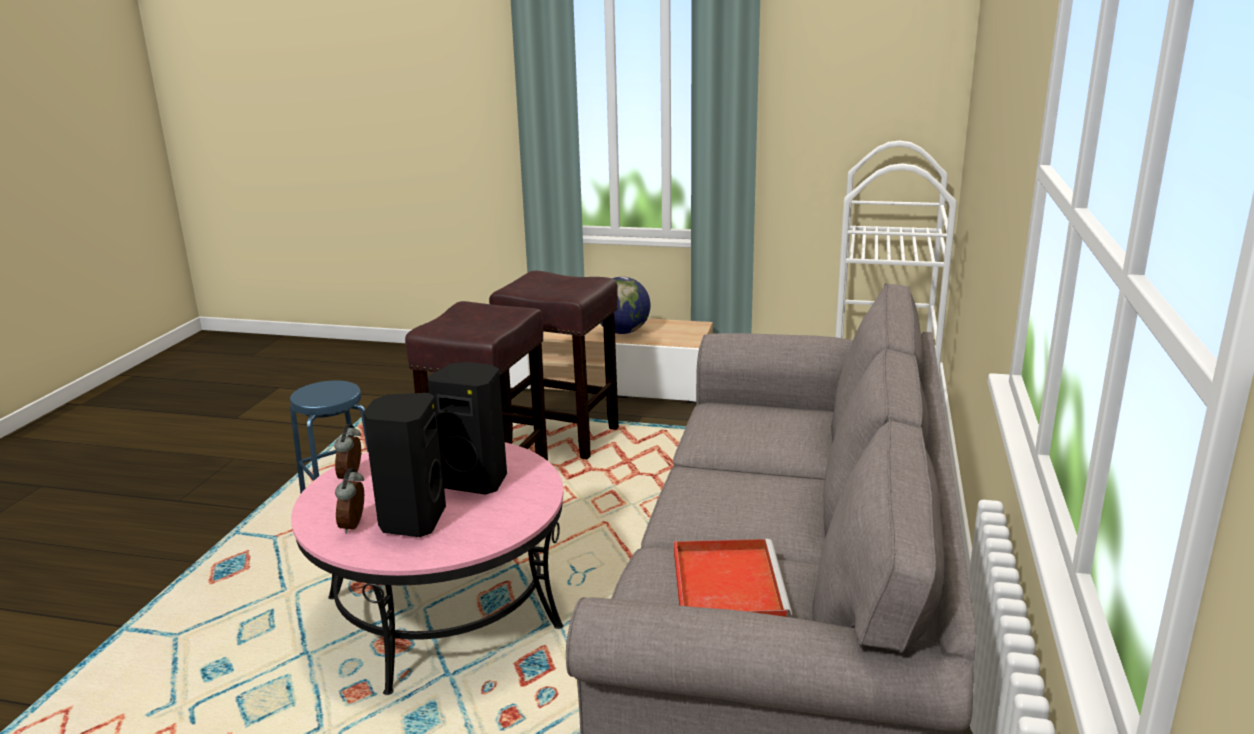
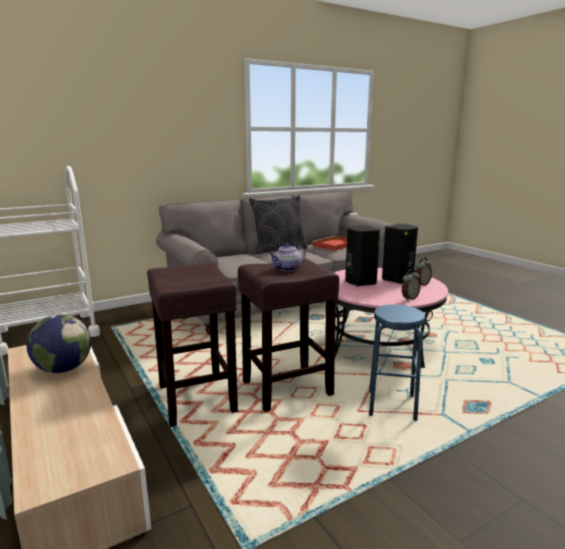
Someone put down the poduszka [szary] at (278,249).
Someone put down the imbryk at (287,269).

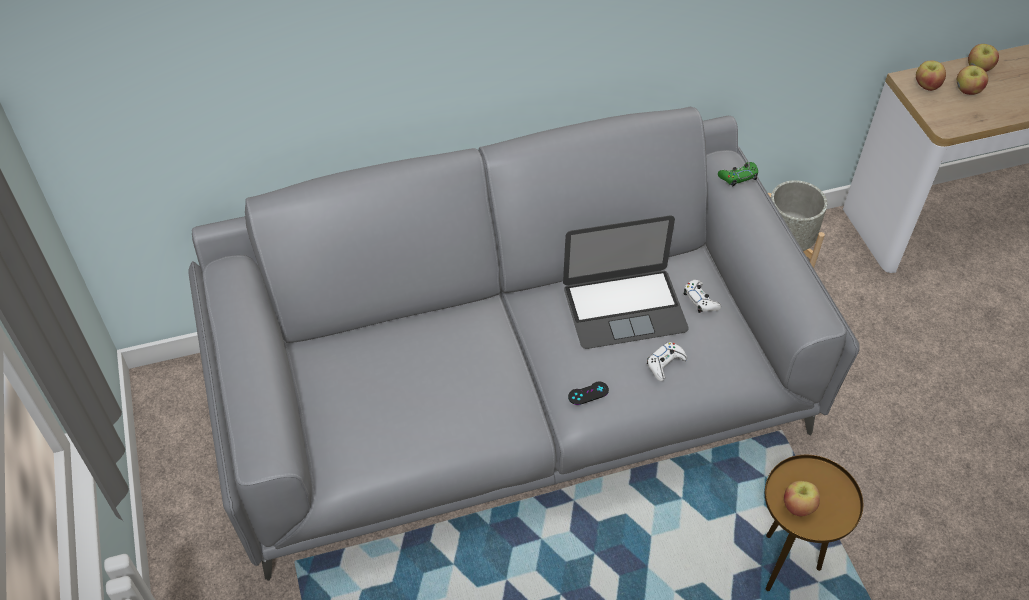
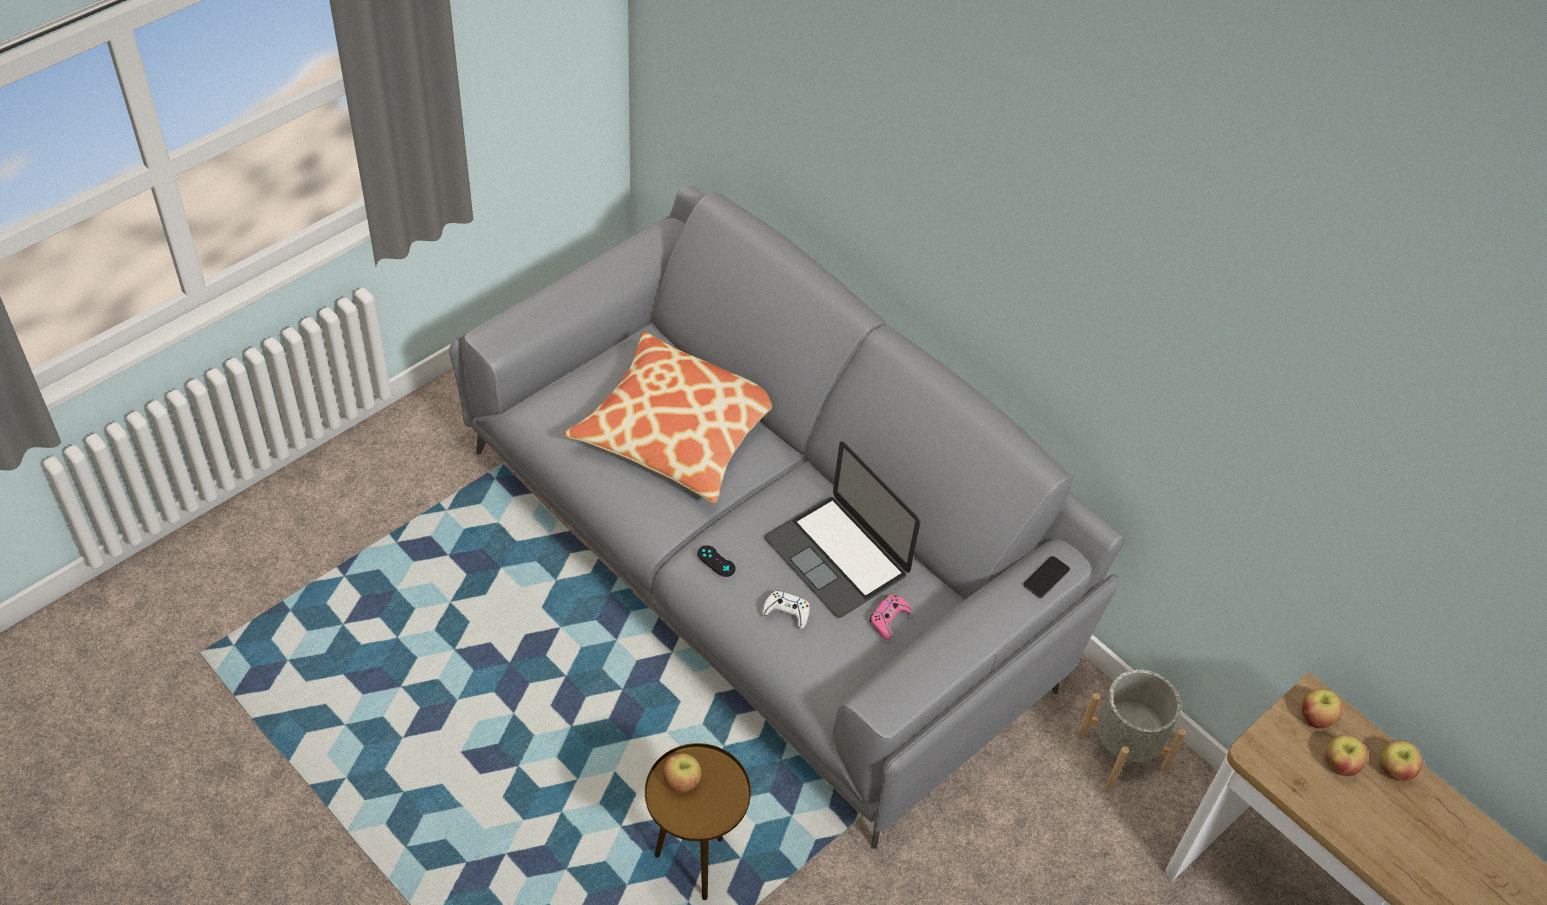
Someone repainted the pad do gier [biały] at (700,300), which became the pad do gier [różowy] at (889,619).
Someone swapped the pad do gier [zielony] at (738,177) for the telefon at (1046,578).
Someone put down the poduszka at (677,430).

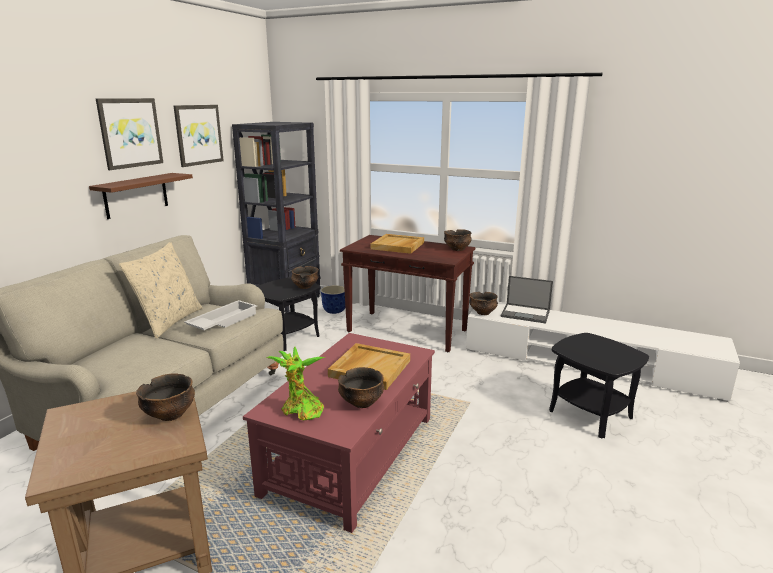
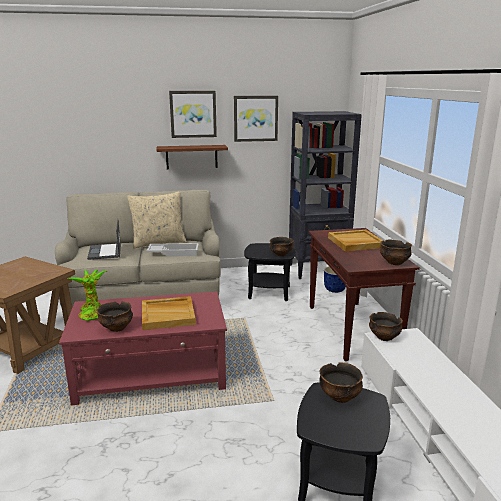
Someone carried the miska from (170,415) to (340,396).
Someone carried the laptop from (526,313) to (105,252).

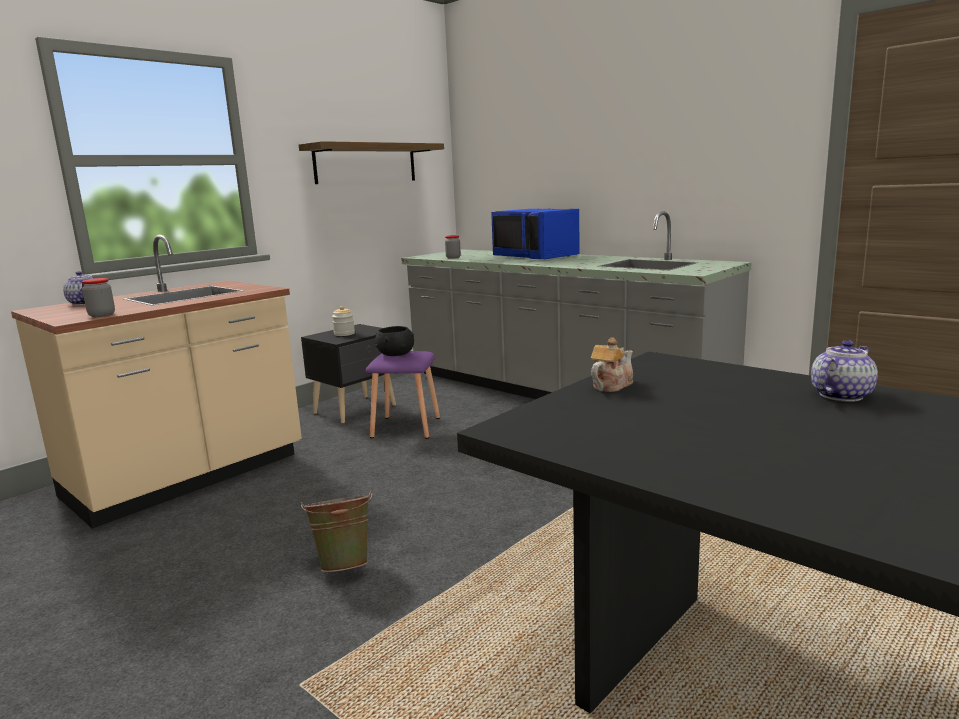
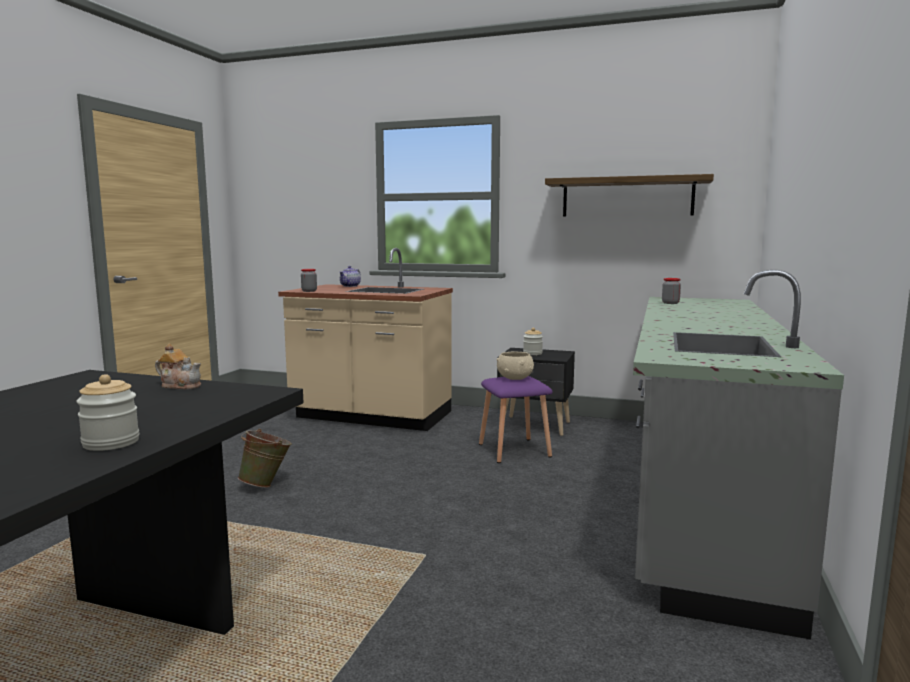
Someone repainted the miska [czarny] at (395,354), which became the miska [beżowy] at (515,378).
Someone took away the mikrofalówka [niebieski] at (536,256).
Someone swapped the imbryk at (840,395) for the słoik at (111,443).

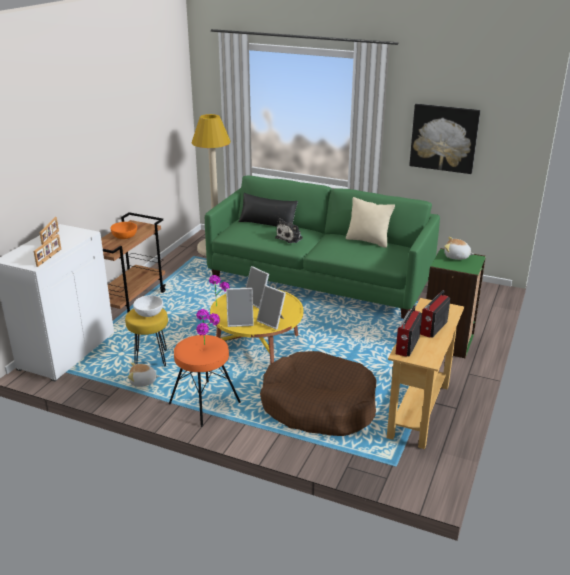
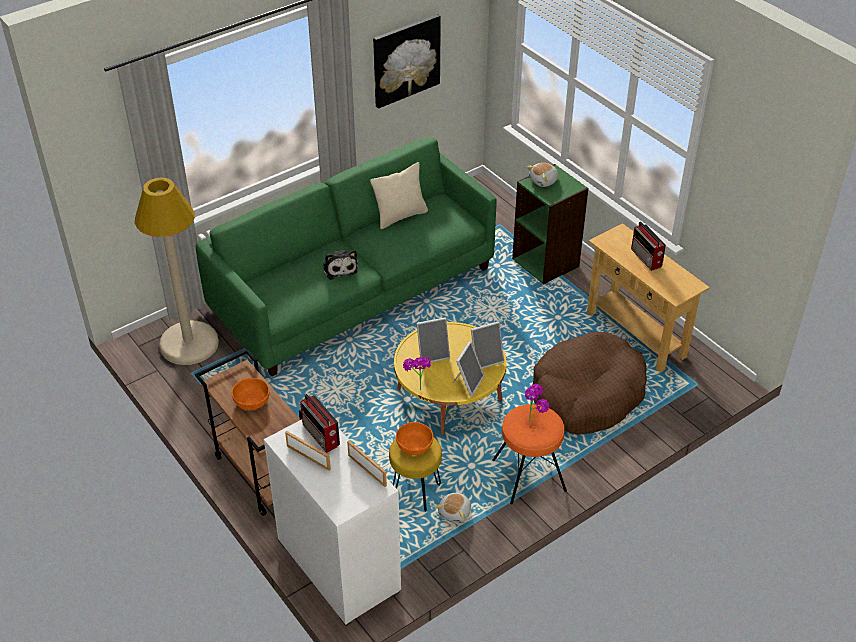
Someone repainted the miska [biały] at (149,312), which became the miska [pomarańczowy] at (414,445).
Someone took away the poduszka [czarny] at (267,223).
Someone carried the radio from (406,346) to (321,436).

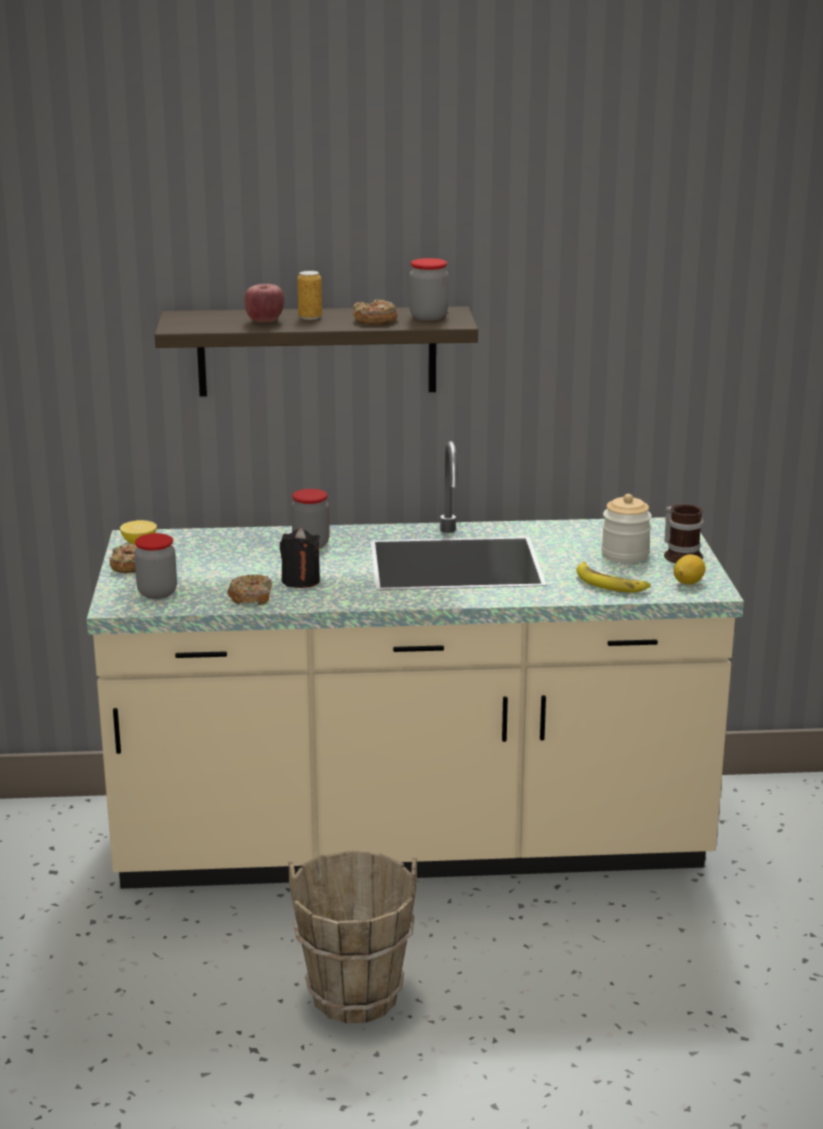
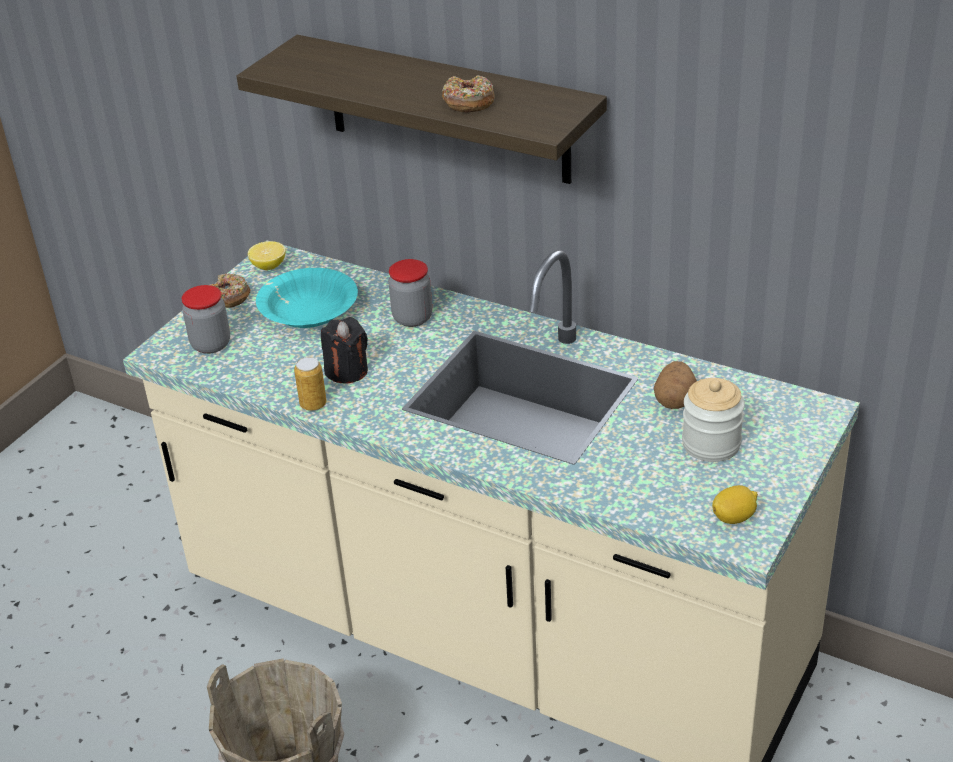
Someone took away the donut at (251,597).
Someone took away the jabłko at (265,321).
Someone carried the puszka from (310,317) to (313,404).
Someone took away the słoik at (428,317).
Someone took away the banan at (610,583).
Someone took away the kubek at (682,555).
Someone put down the miska [turkusowy] at (309,311).
Someone put down the ziemniak at (675,400).

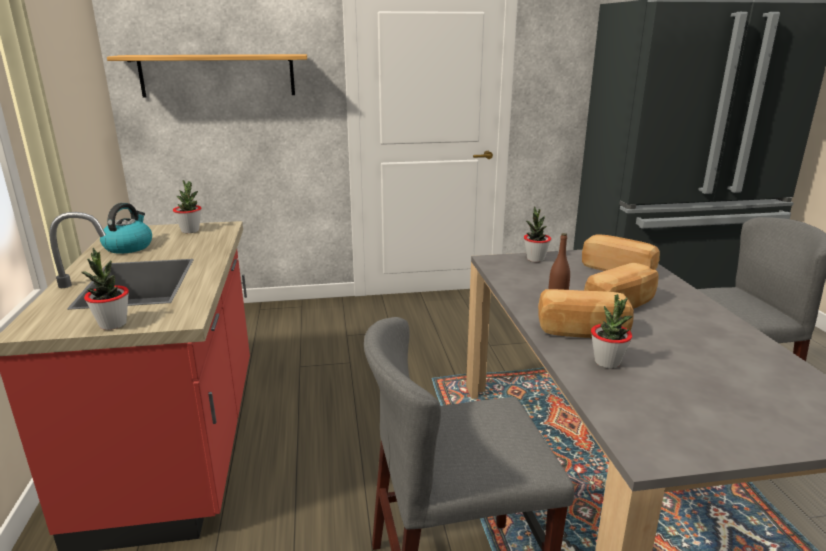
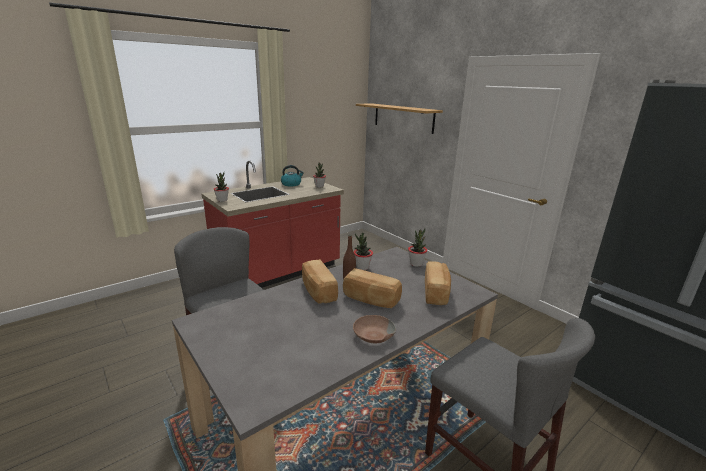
Someone carried the roślina doniczkowa from (607,362) to (362,267).
Someone put down the miska [brązowy] at (372,335).

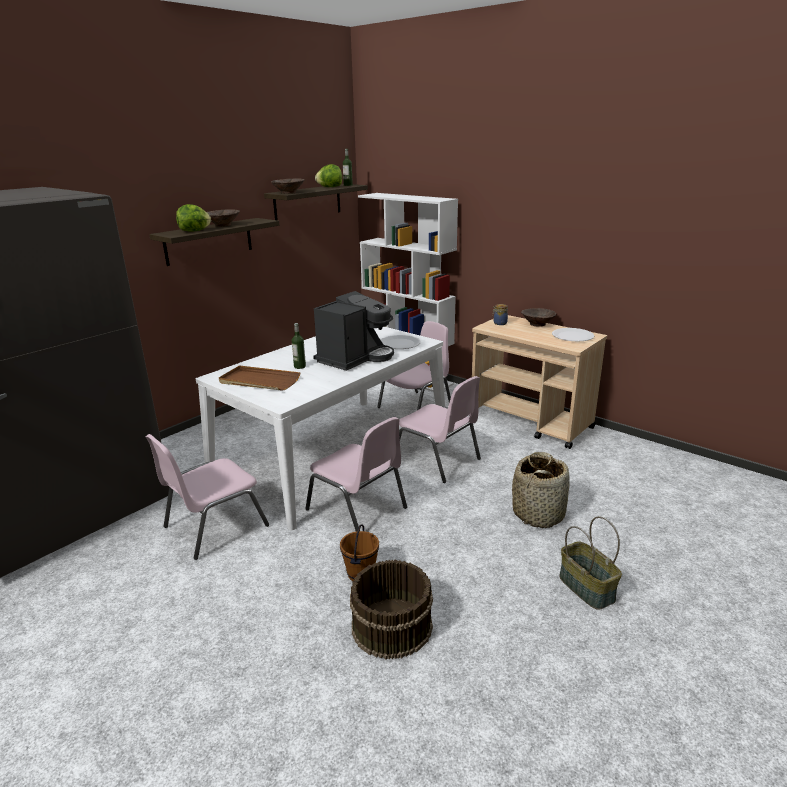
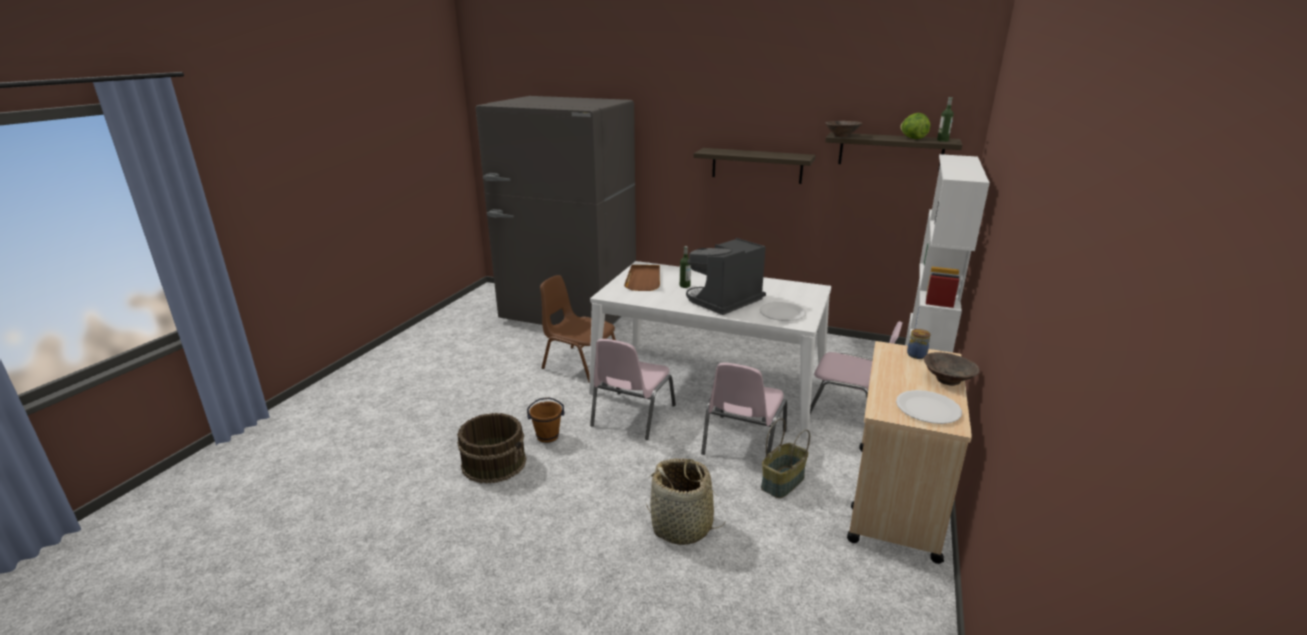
Someone repainted the krzesło [różowy] at (214,526), which became the krzesło [brązowy] at (580,363).
Someone took away the sałata at (195,231).
Someone took away the miska [brązowy] at (223,225).
Someone rotated the ekspres do kawy at (355,358) by 120 degrees clockwise.
Someone carried the koszyk from (587,588) to (783,483).

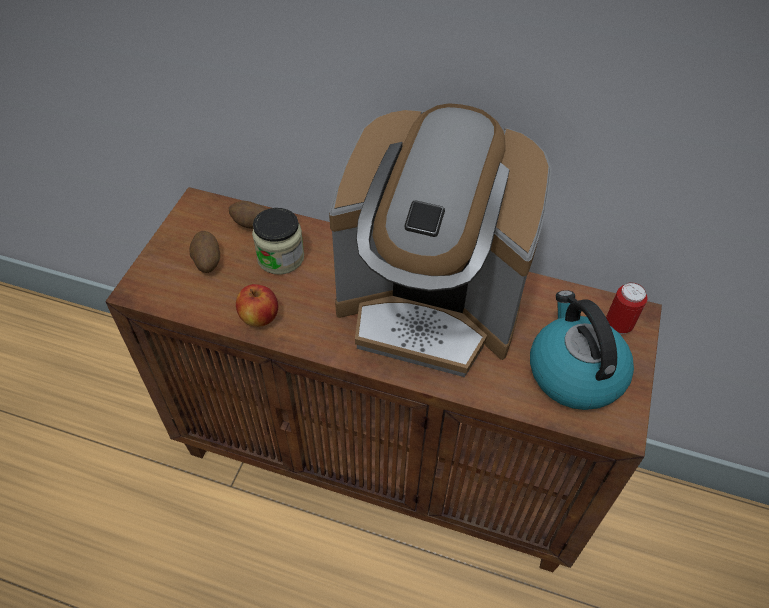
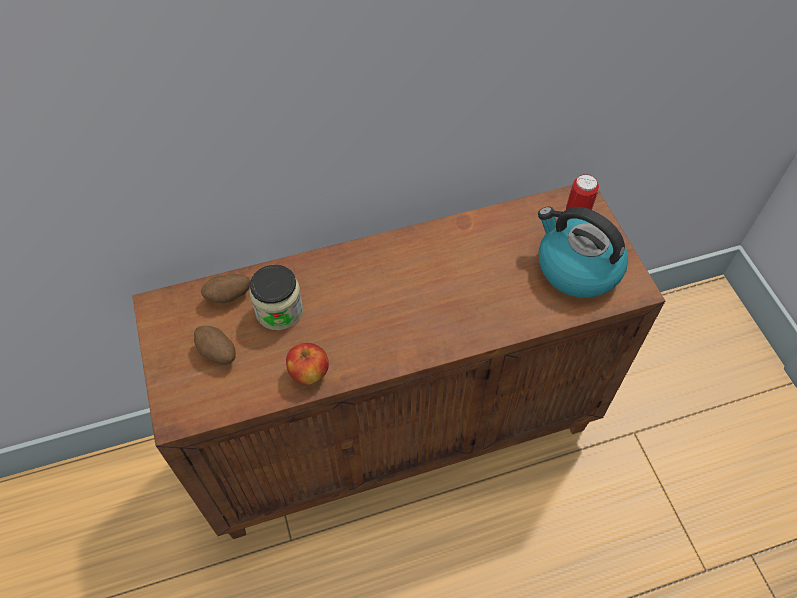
Someone took away the ekspres do kawy at (430,307).

